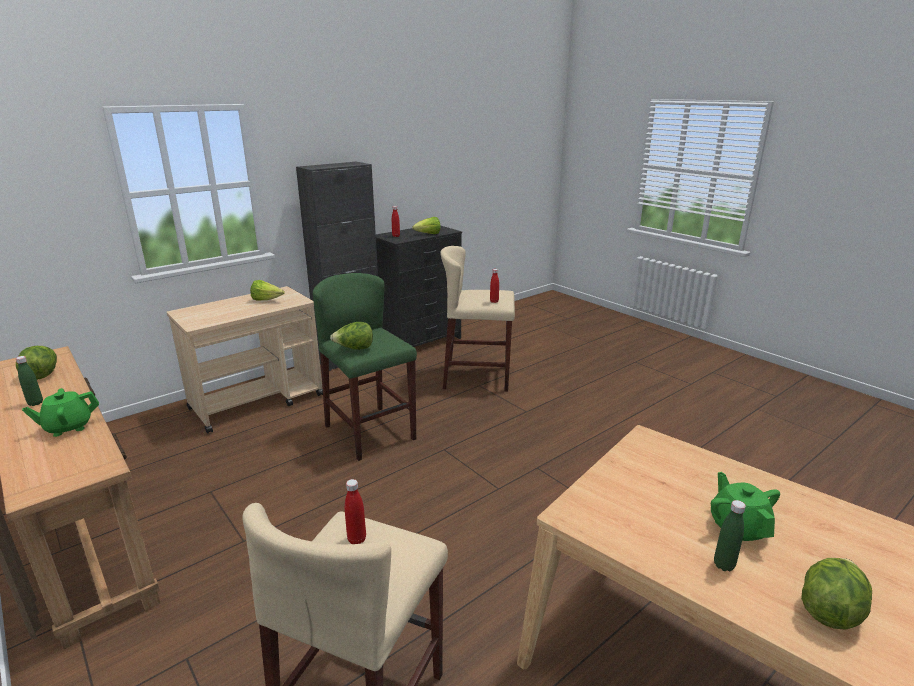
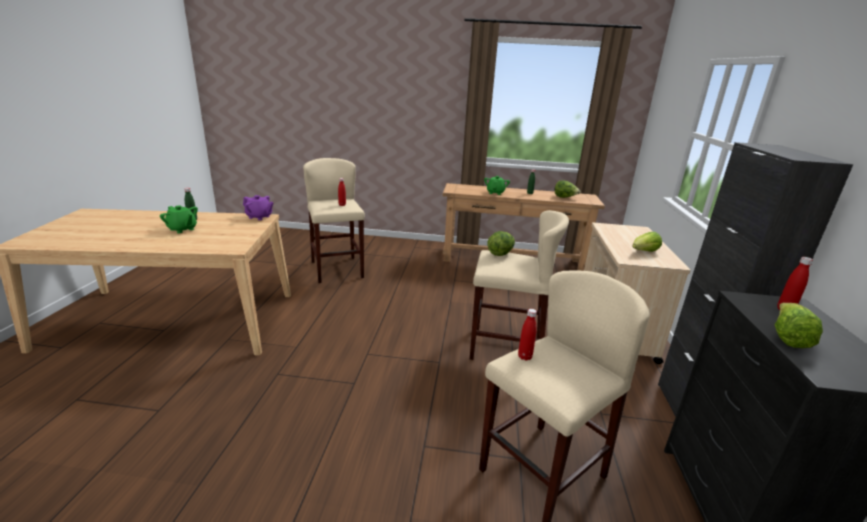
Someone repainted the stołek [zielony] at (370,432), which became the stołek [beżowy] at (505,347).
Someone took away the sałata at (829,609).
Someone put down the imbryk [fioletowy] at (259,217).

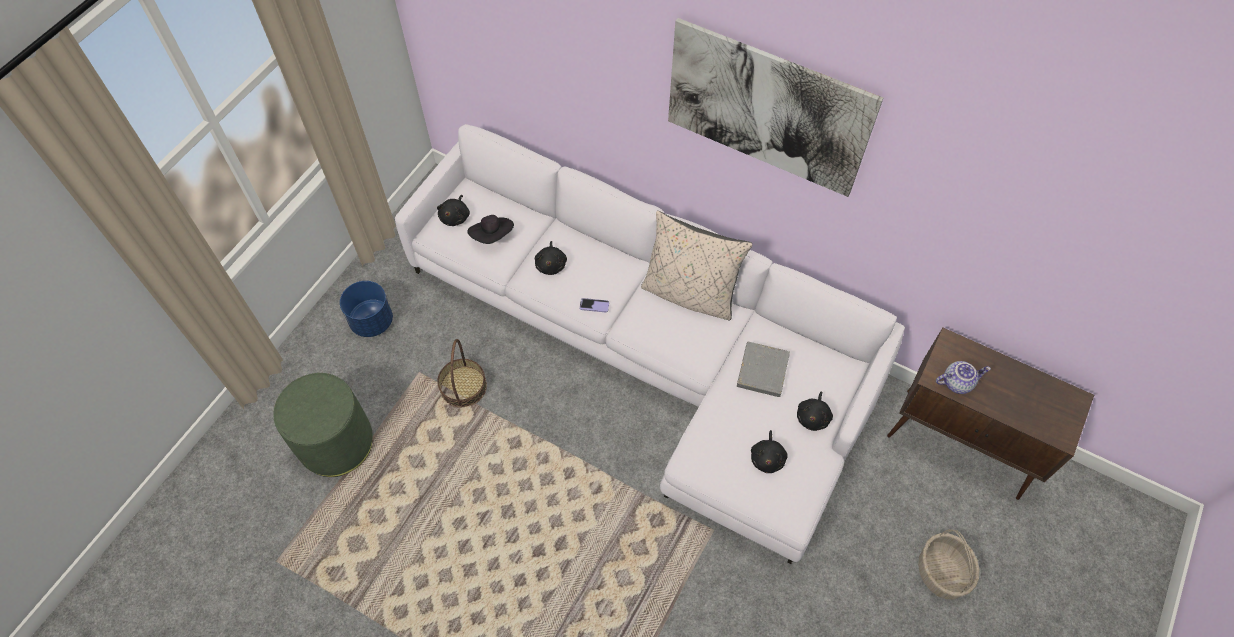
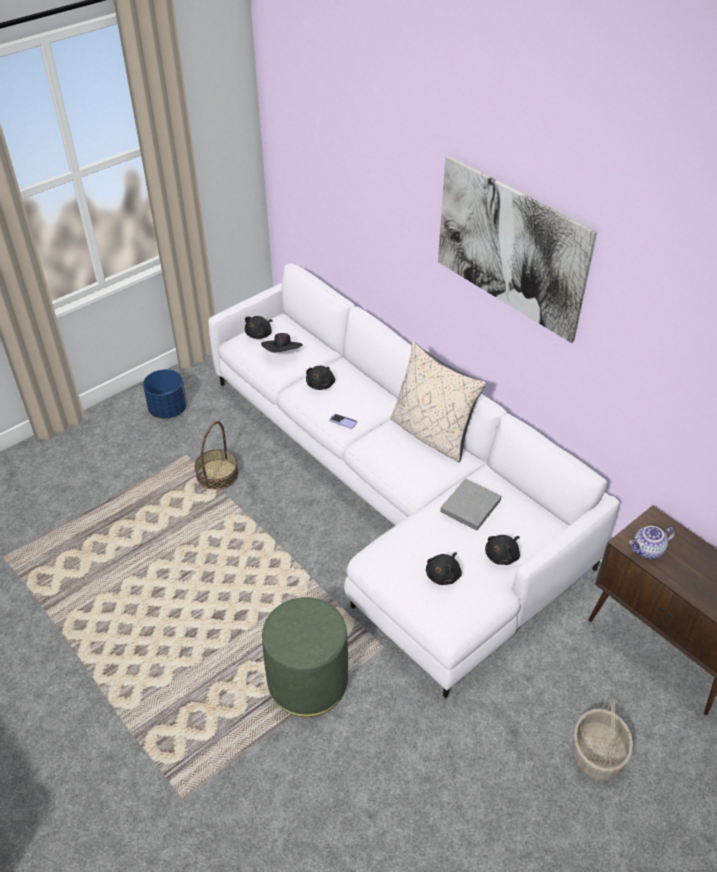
Someone carried the pufa [zielony] from (336,443) to (308,682).
Someone rotated the imbryk at (957,382) by 150 degrees clockwise.

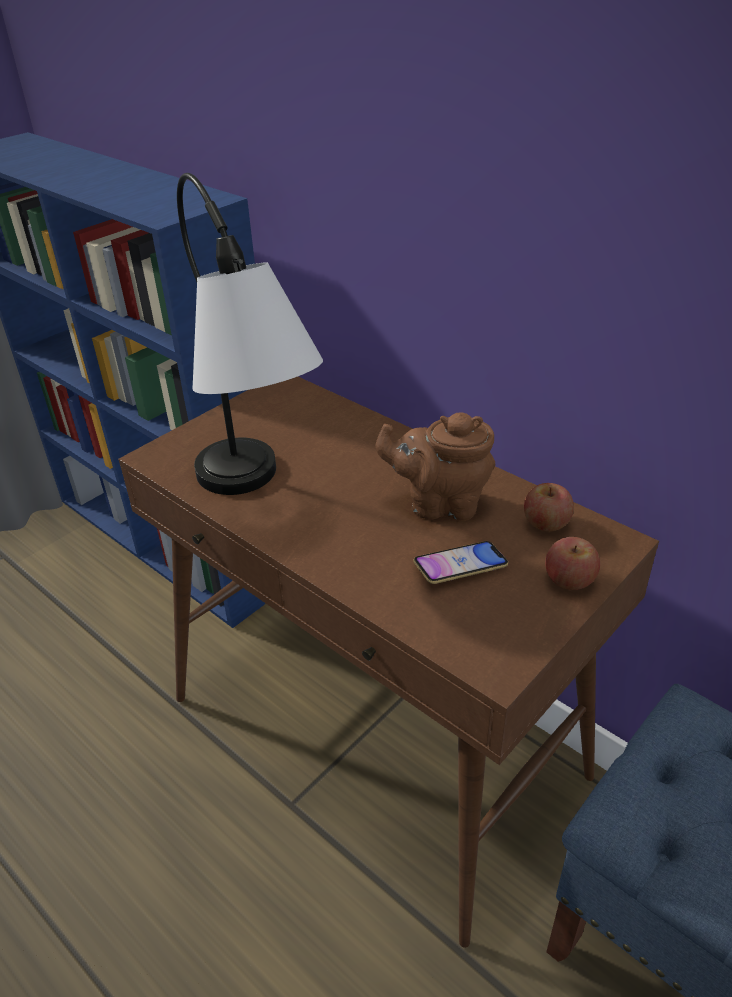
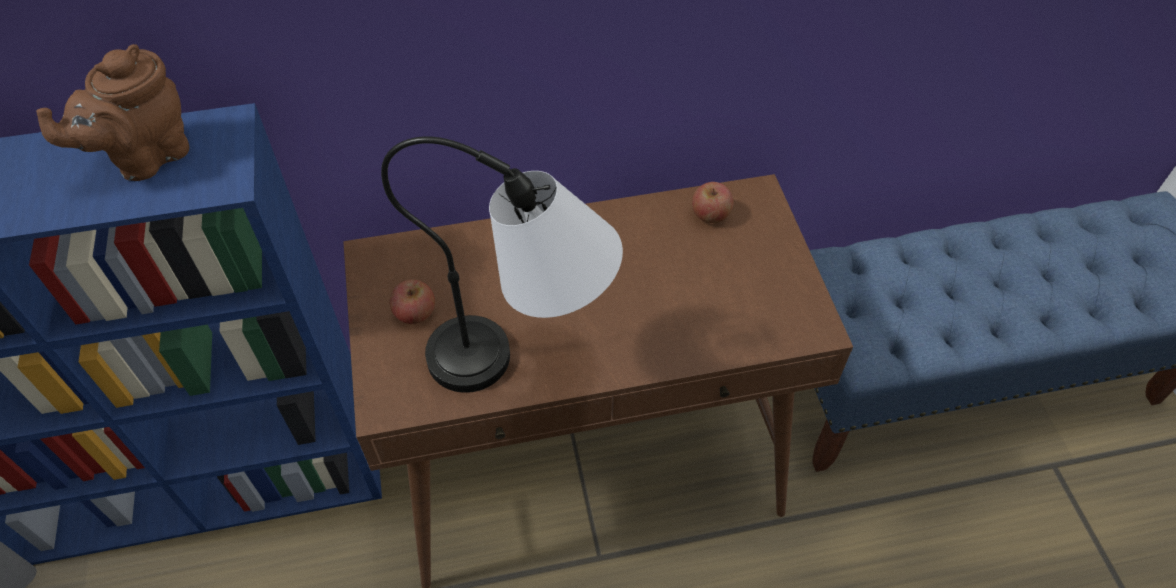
Someone carried the imbryk [brązowy] from (439,504) to (146,157).
Someone took away the telefon at (460,567).
Someone carried the jabłko from (569,580) to (415,313).

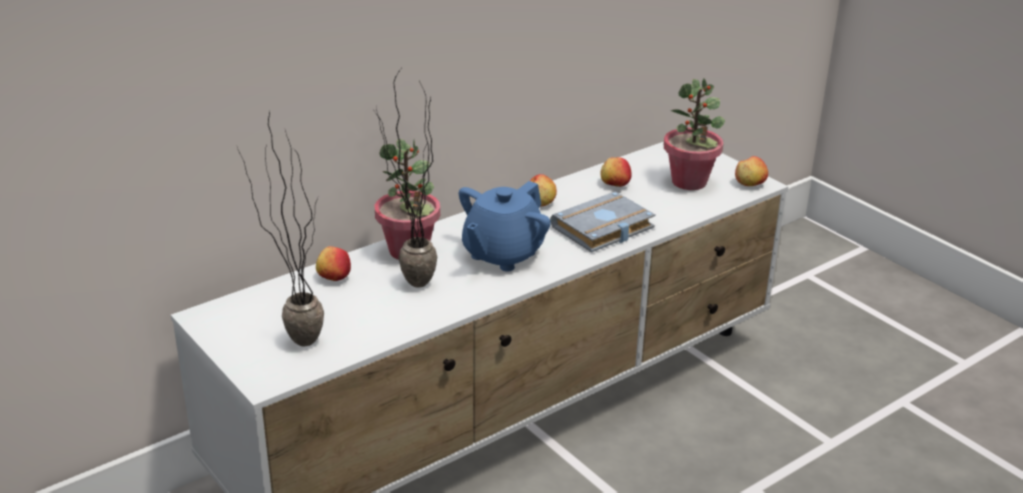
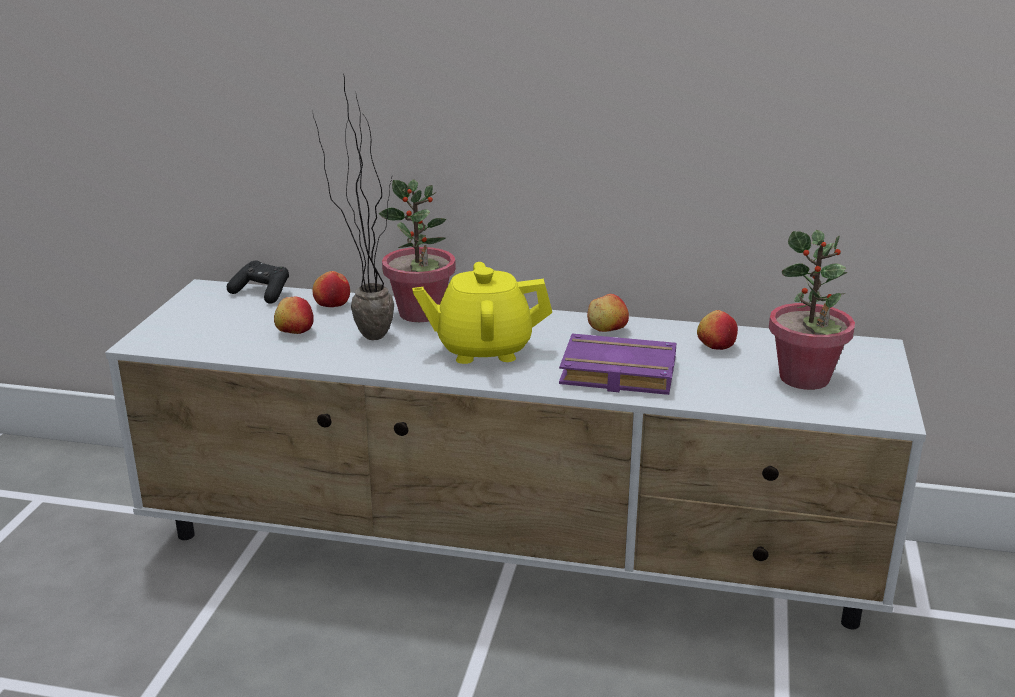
Someone took away the roślina doniczkowa at (293,338).
Someone repainted the imbryk [niebieski] at (502,254), which became the imbryk [żółty] at (483,349).
Someone repainted the książka [szary] at (603,230), which became the książka [fioletowy] at (615,374).
Someone carried the jabłko from (750,184) to (294,332).
Someone put down the pad do gier [czarny] at (262,293).

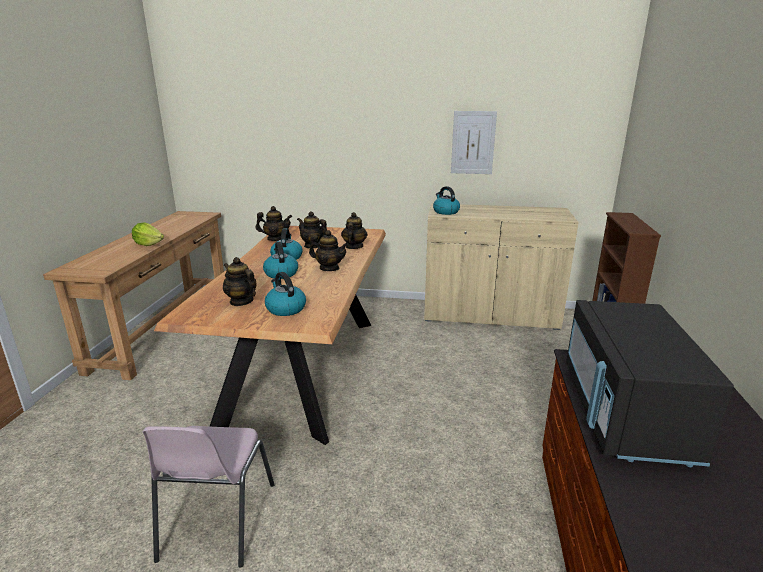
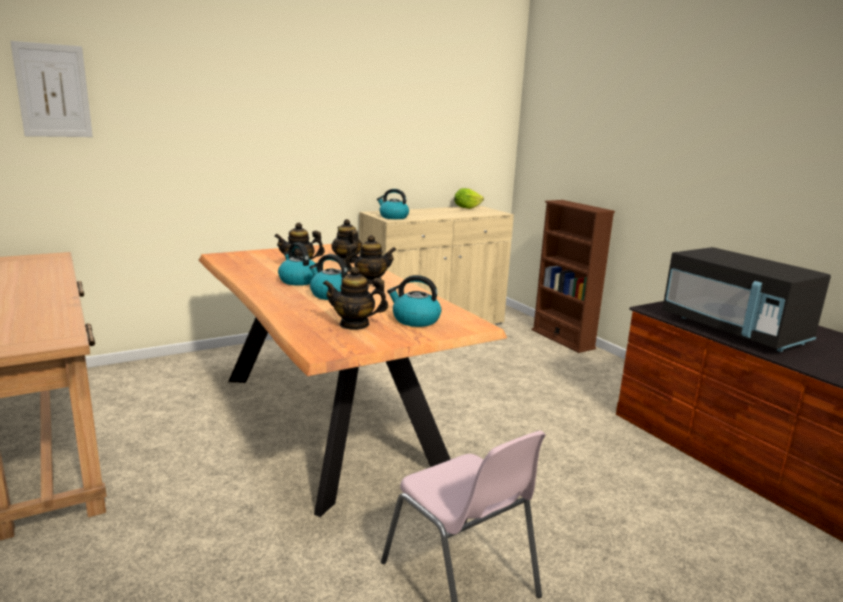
Someone carried the sałata from (148,244) to (466,208).
Someone took away the imbryk at (275,239).
Someone carried the obraz from (473,143) to (53,91).

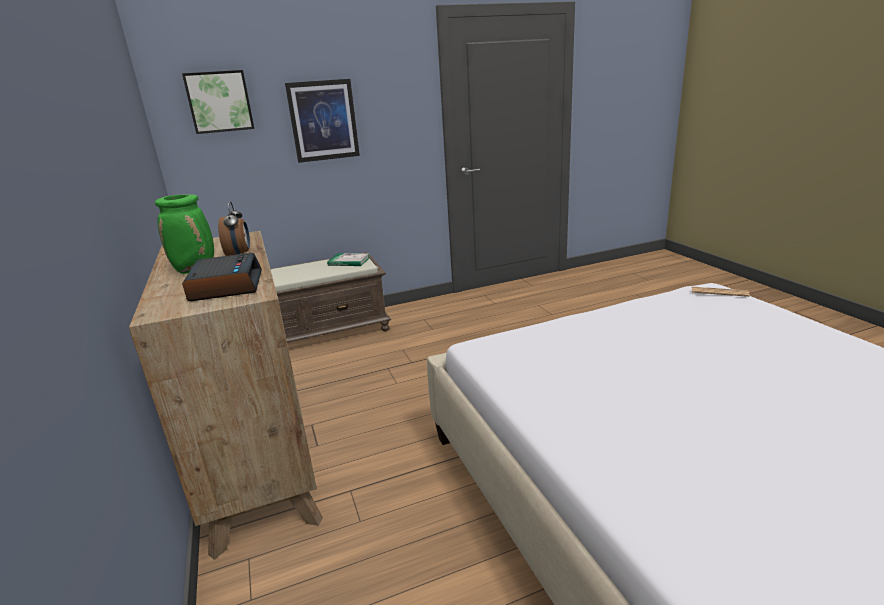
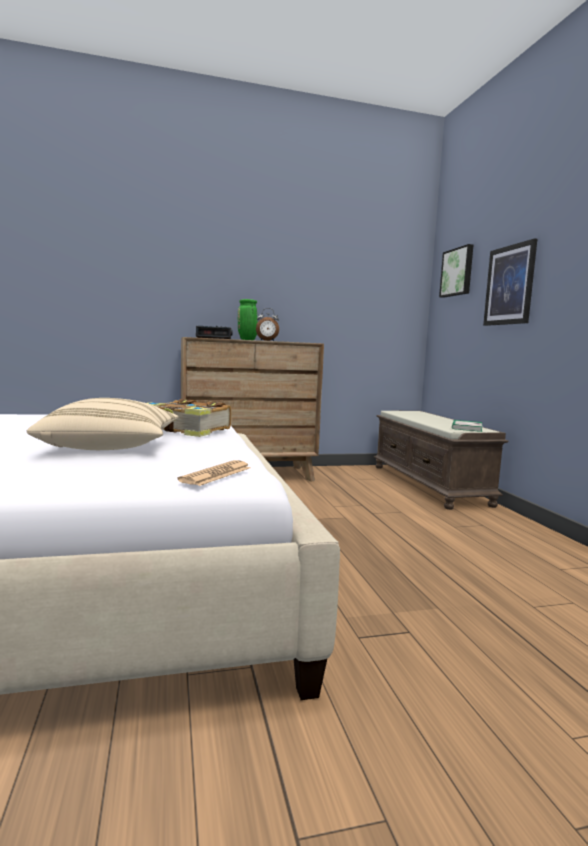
Someone put down the poduszka [beżowy] at (112,447).
Someone put down the książka at (187,430).

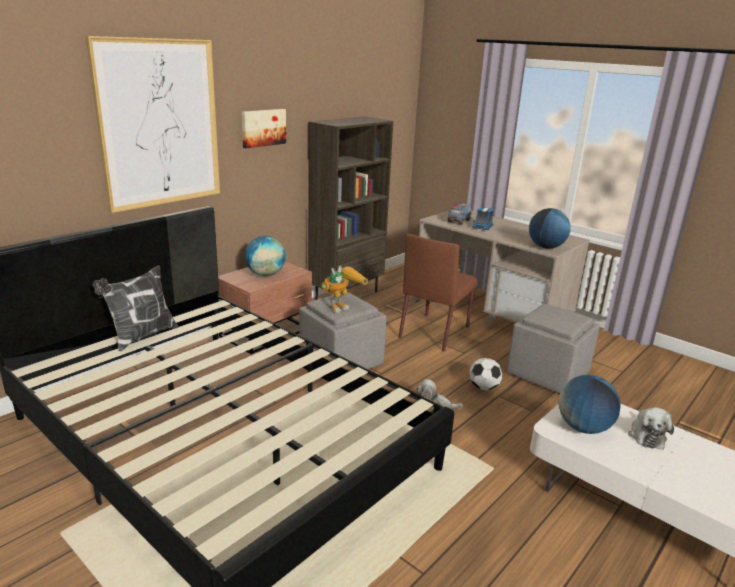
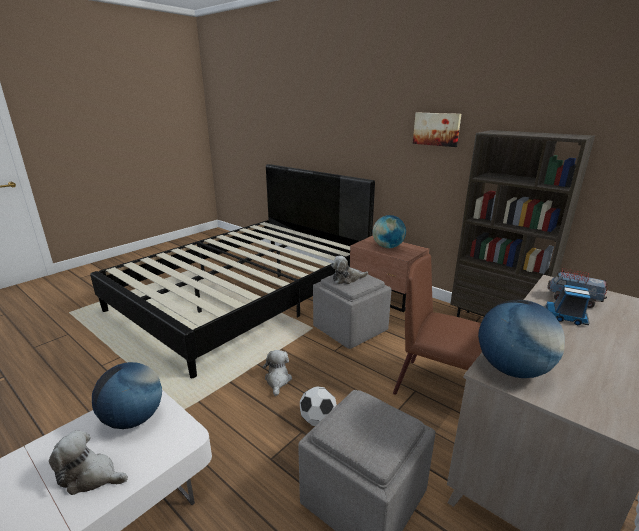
Someone took away the obraz at (160,124).
Someone took away the poduszka at (141,336).
Someone swapped the robot zabawkowy at (342,306) for the pluszak at (347,279).

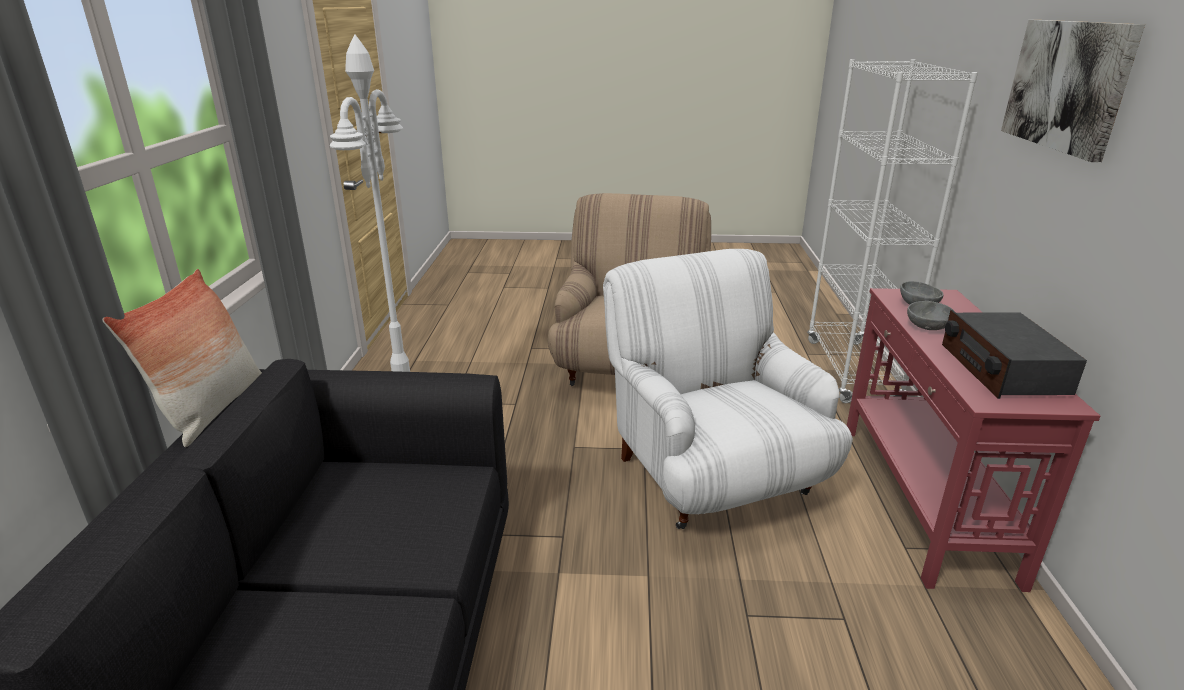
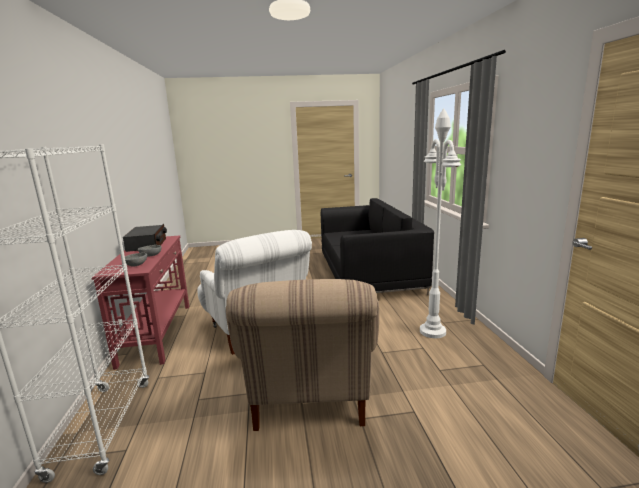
Someone took away the poduszka at (212,409).
Someone took away the obraz at (1067,85).

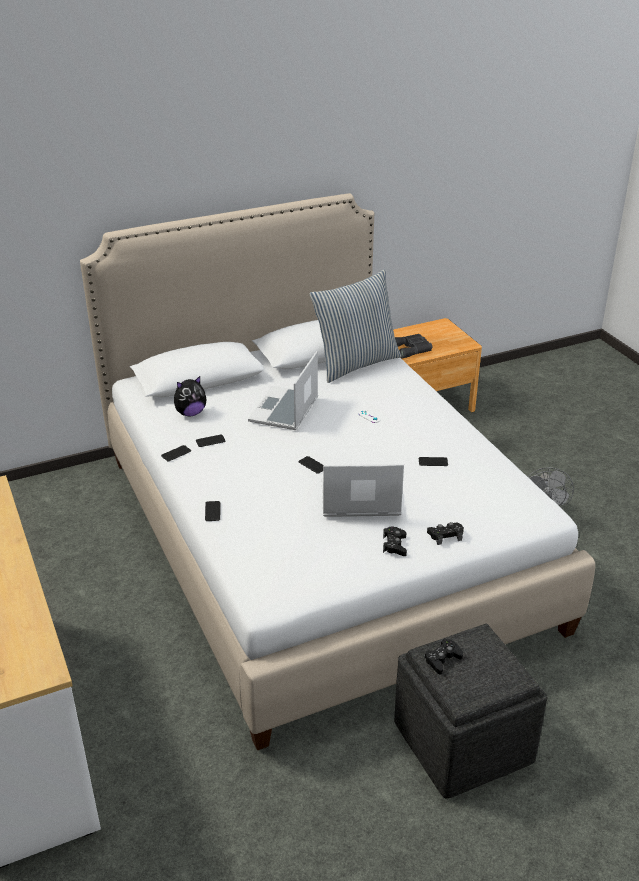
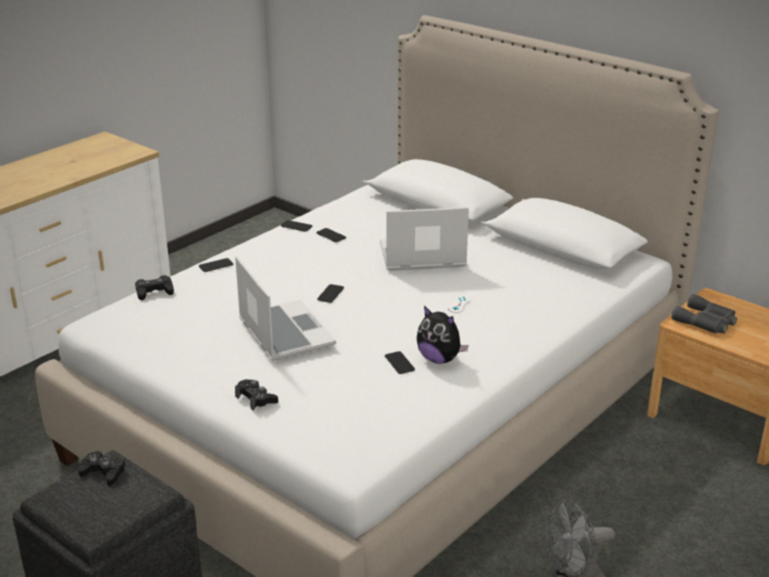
Someone carried the pluszak from (190,413) to (439,359).
Someone took away the poduszka at (355,363).
Someone carried the pad do gier [czarny] from (394,545) to (154,292).

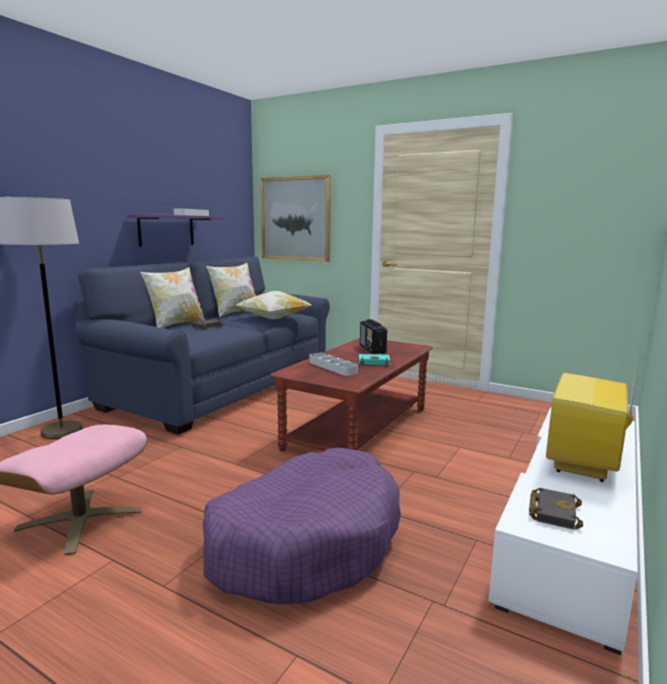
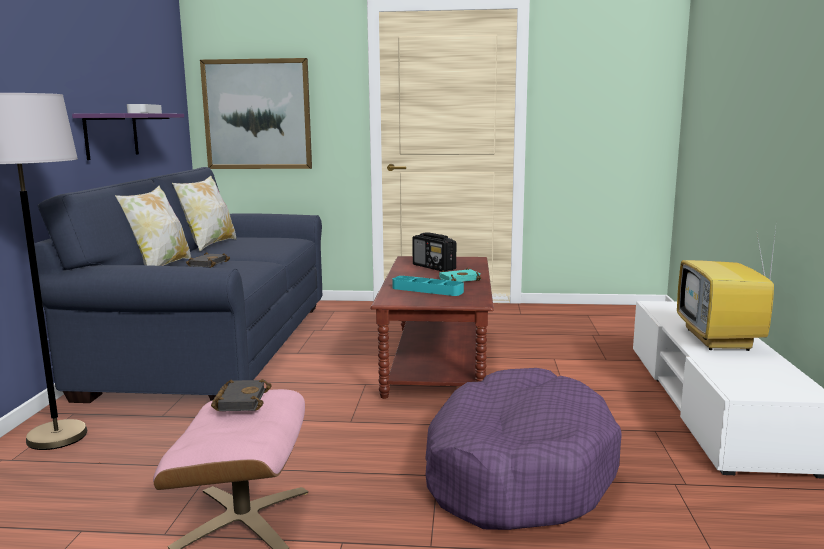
Someone took away the poduszka at (273,319).
Someone repainted the taca [szary] at (332,367), which became the taca [turkusowy] at (427,290).
Someone carried the książka [czarny] from (552,511) to (240,400).

